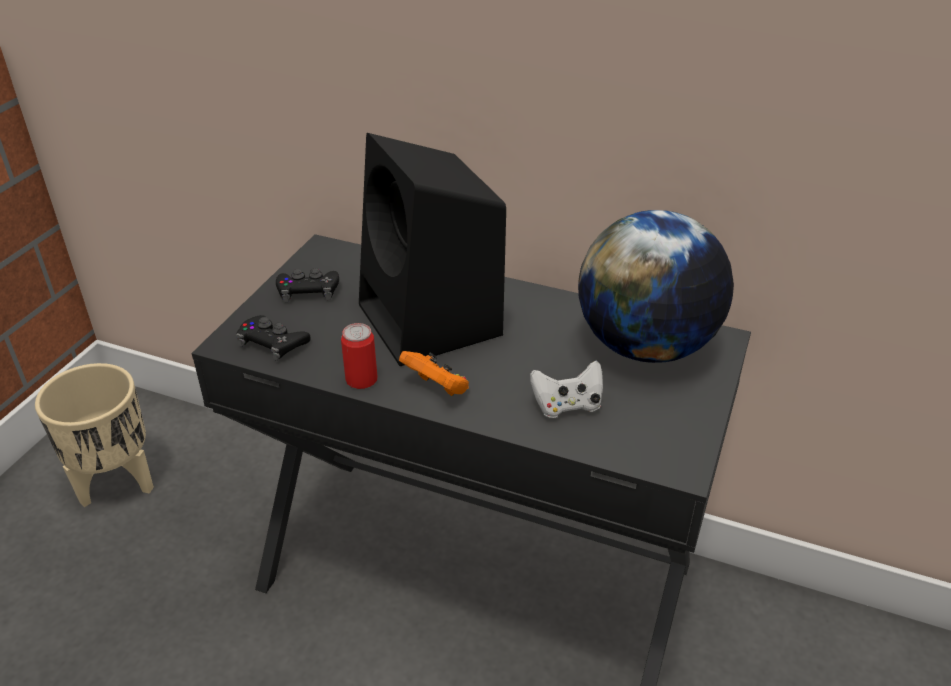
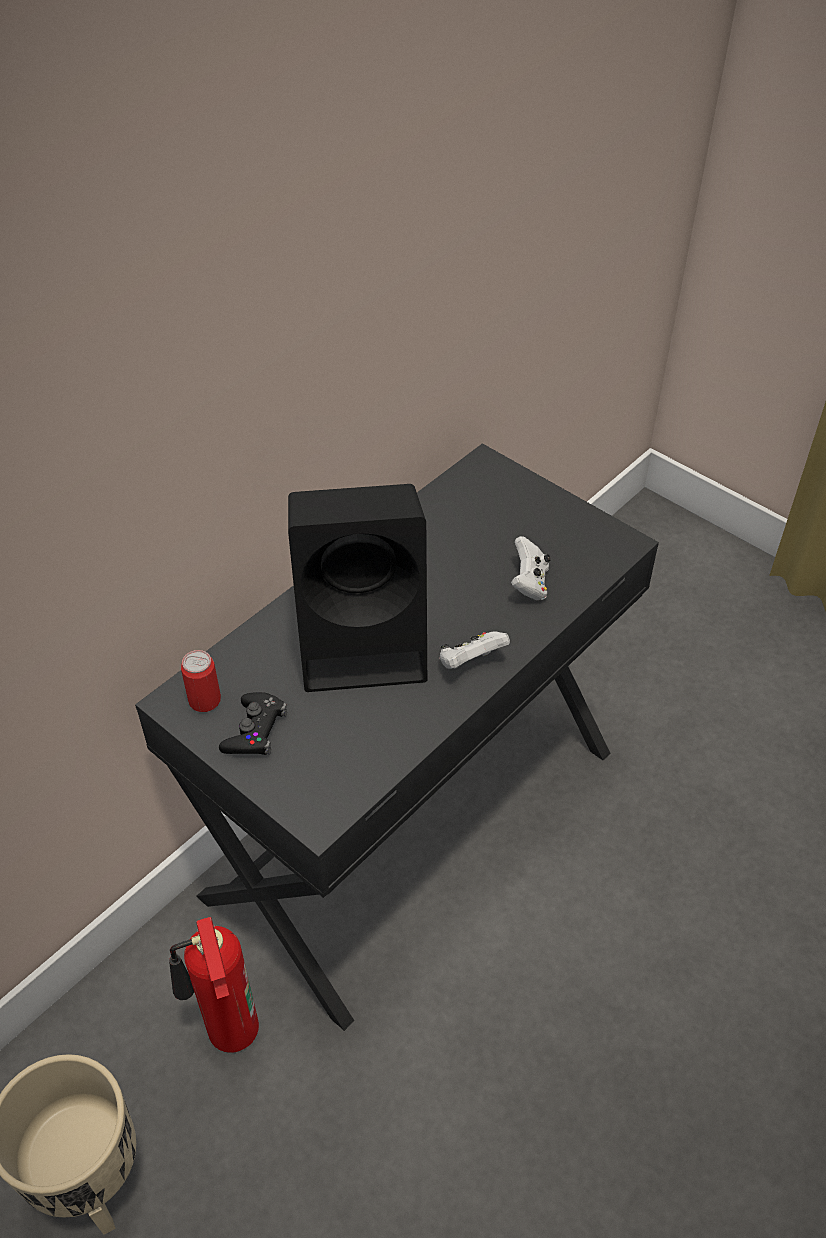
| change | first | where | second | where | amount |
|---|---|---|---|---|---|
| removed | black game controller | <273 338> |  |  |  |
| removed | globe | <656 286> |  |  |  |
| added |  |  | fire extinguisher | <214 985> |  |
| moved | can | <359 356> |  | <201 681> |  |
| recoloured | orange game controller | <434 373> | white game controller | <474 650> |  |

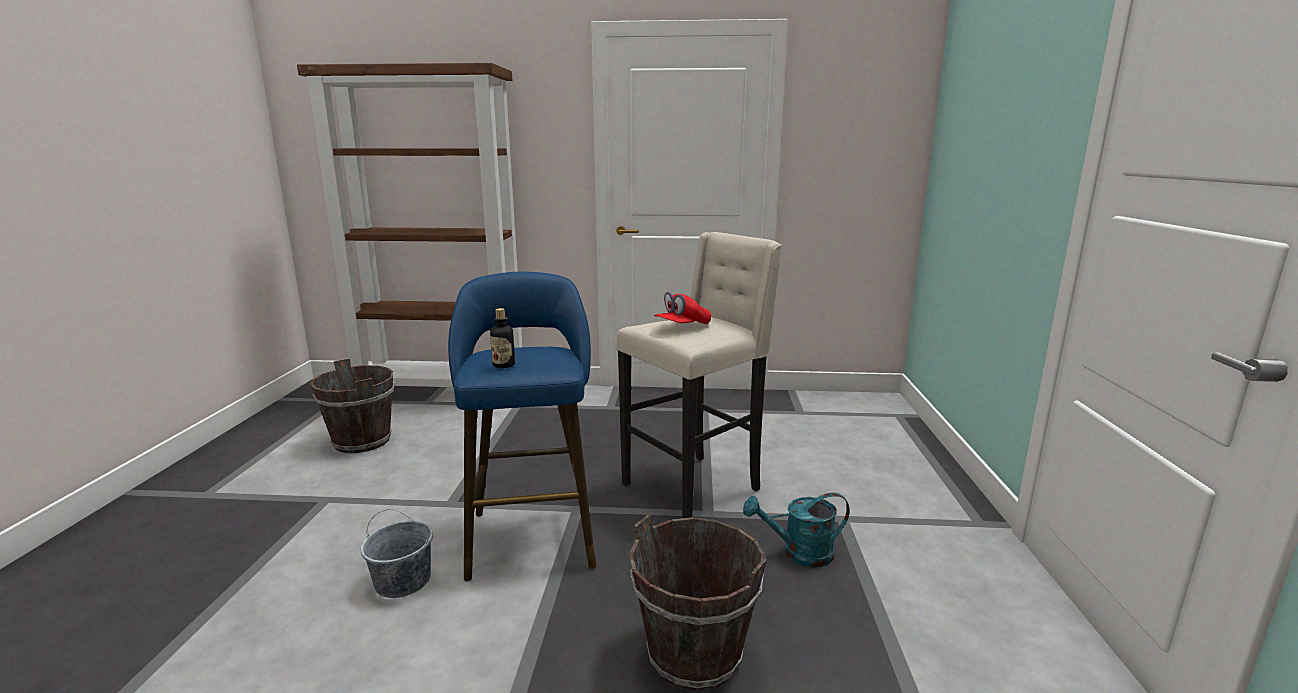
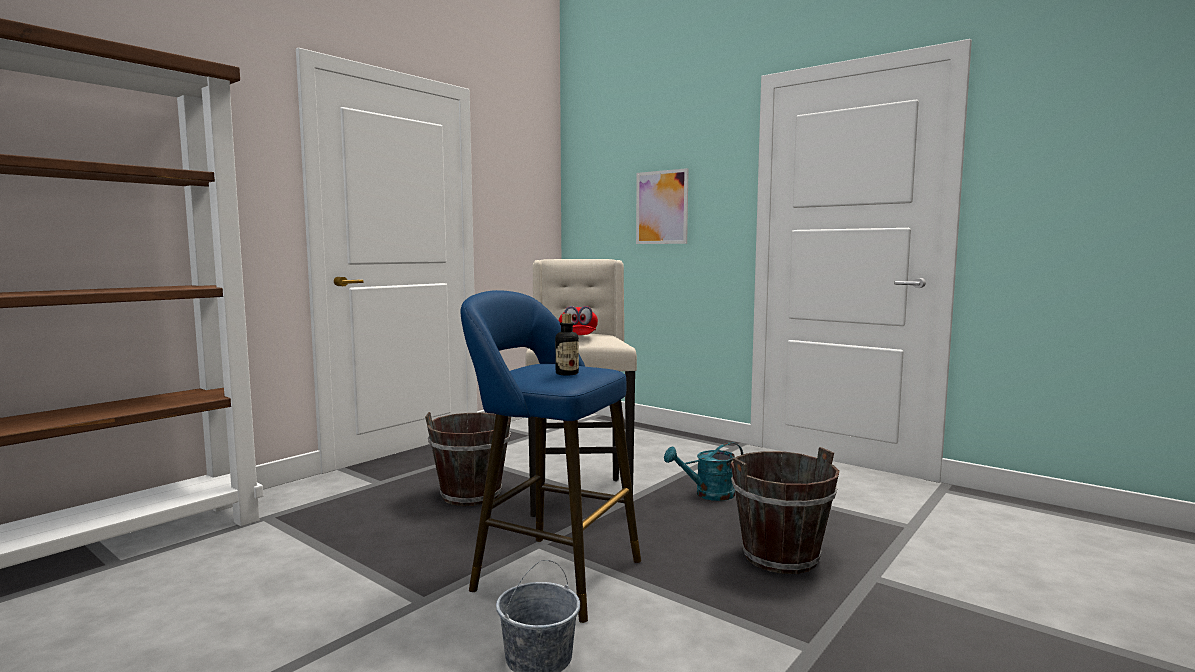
| change | first | where | second | where | amount |
|---|---|---|---|---|---|
| added |  |  | picture | <662 206> |  |
| moved | brown bucket | <352 406> |  | <468 459> |  |
| turned | turquoise watering can | <796 530> |  | <703 471> | 45 degrees clockwise |

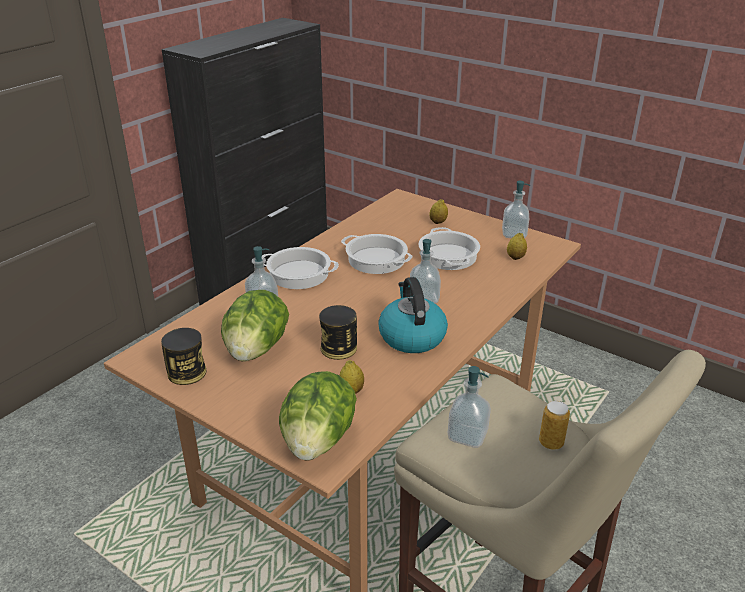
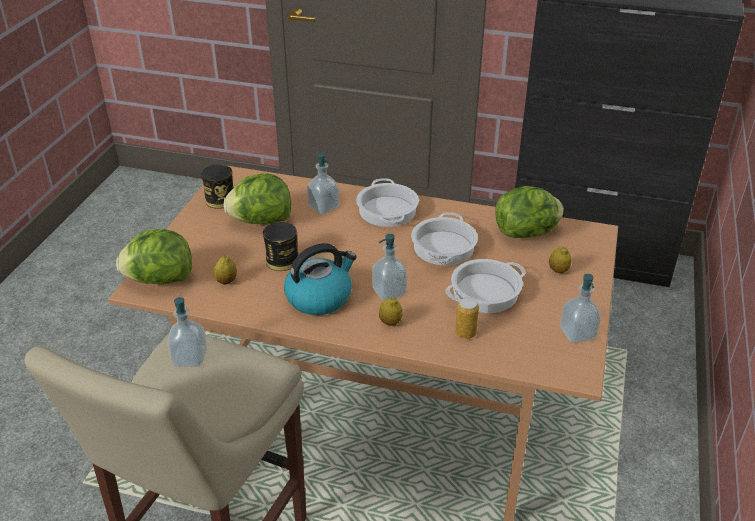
| change | first | where | second | where | amount |
|---|---|---|---|---|---|
| added |  |  | lettuce | <529 212> |  |
| moved | lemon | <517 246> |  | <391 311> |  |
| moved | can | <554 425> |  | <467 318> |  |

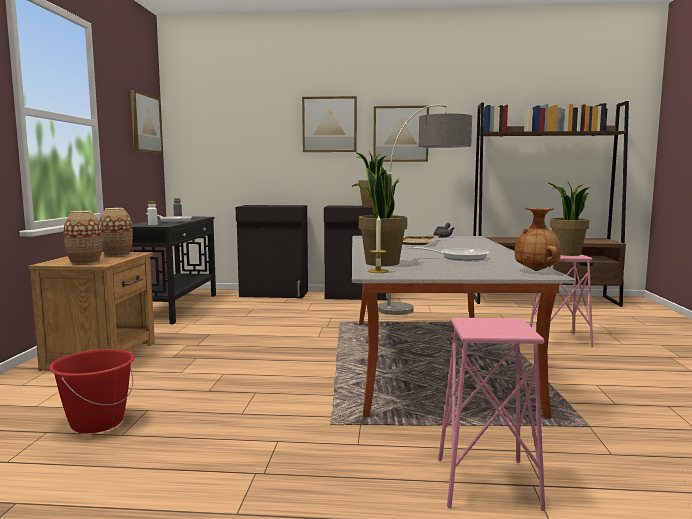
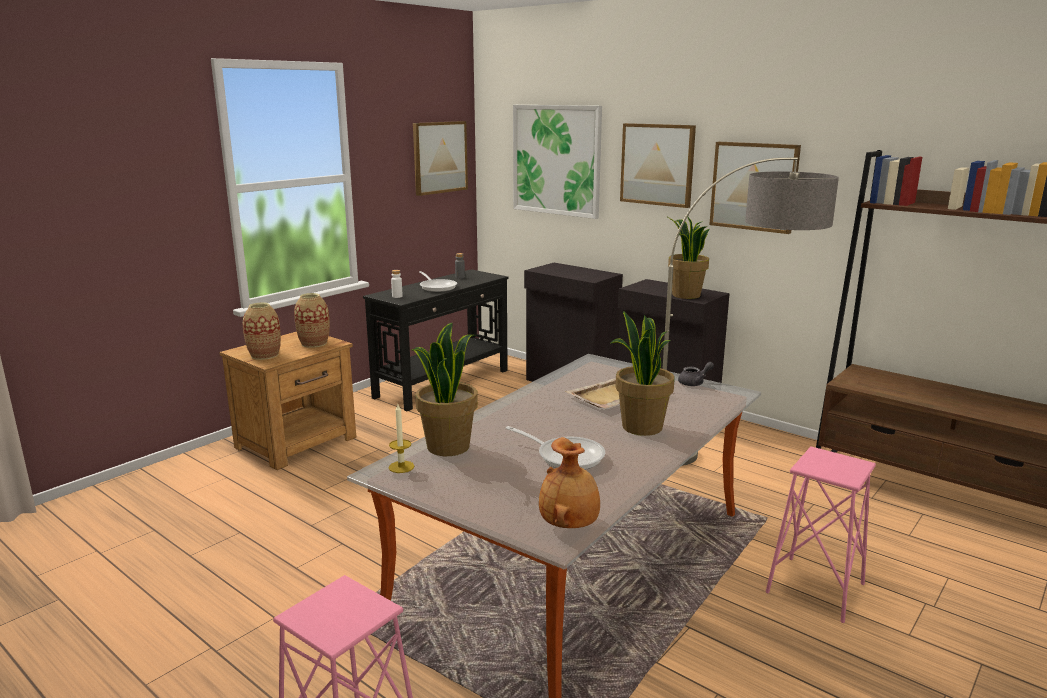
| change | first | where | second | where | amount |
|---|---|---|---|---|---|
| removed | red bucket | <91 391> |  |  |  |
| added |  |  | picture | <557 162> |  |
| moved | potted plant | <568 218> |  | <642 373> |  |

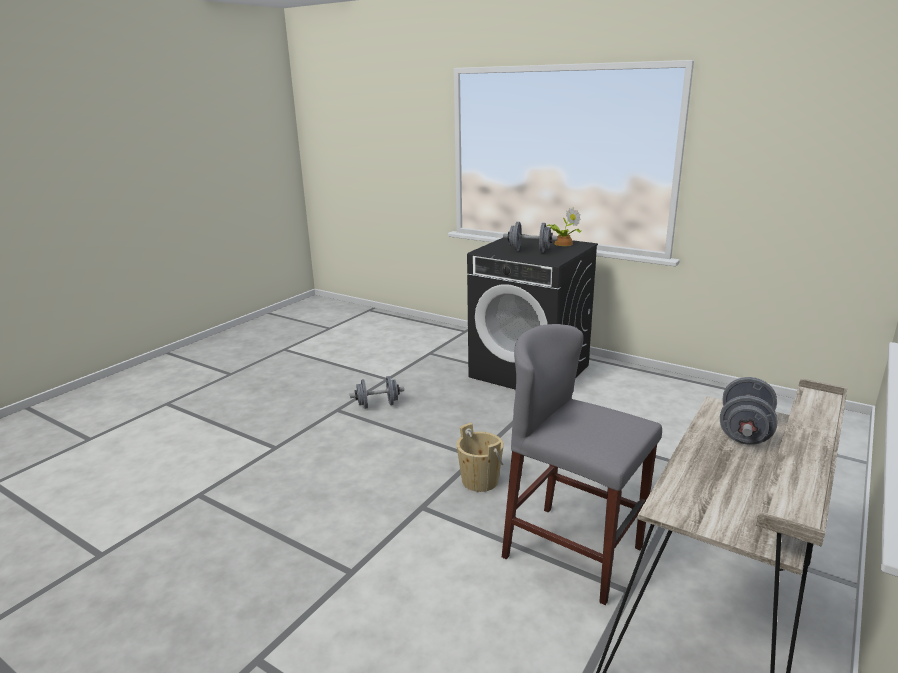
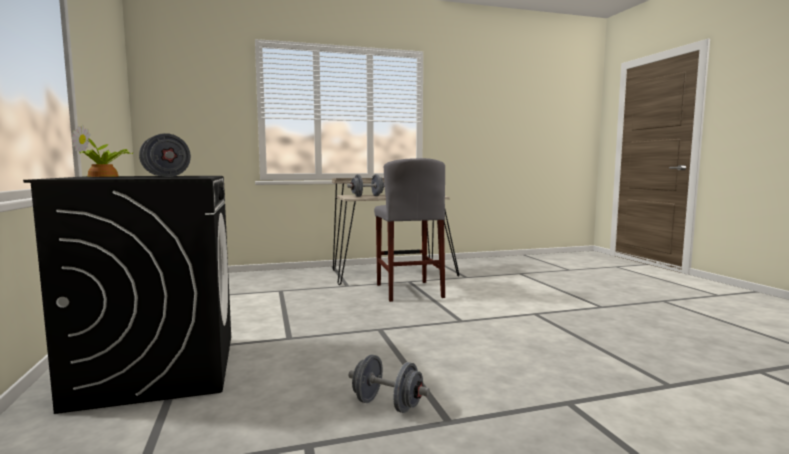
| change | first | where | second | where | amount |
|---|---|---|---|---|---|
| removed | beige bucket | <480 457> |  |  |  |

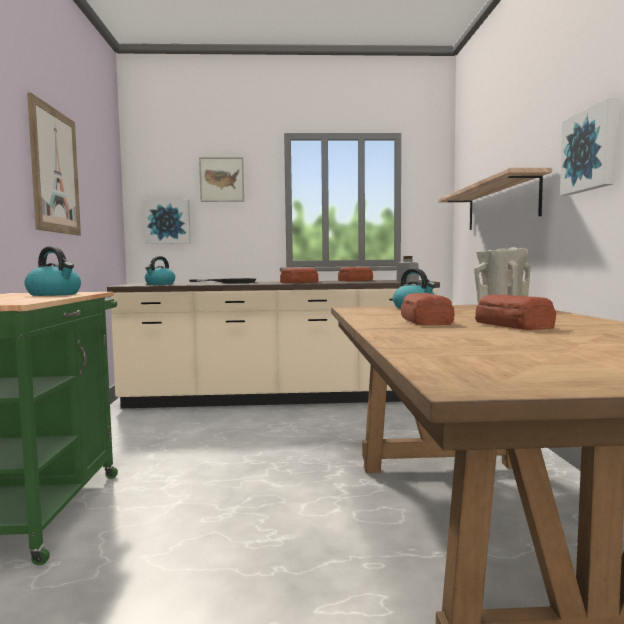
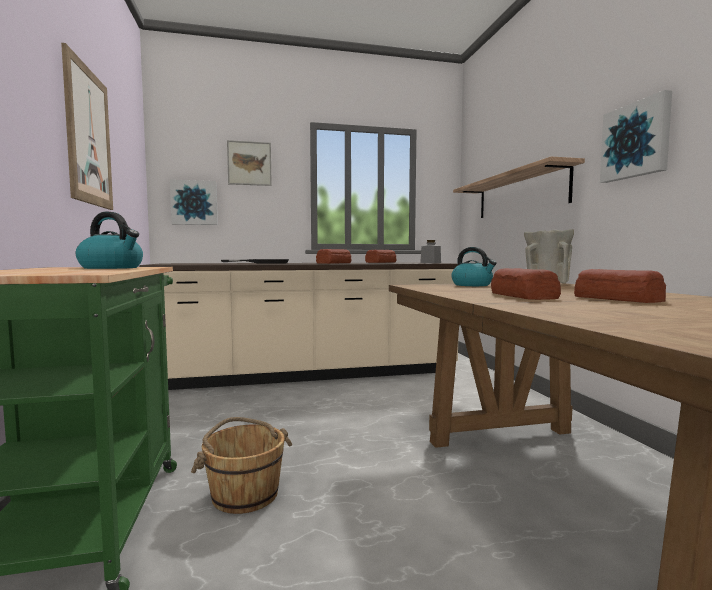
| change | first | where | second | where | amount |
|---|---|---|---|---|---|
| removed | kettle | <160 270> |  |  |  |
| added |  |  | brown bucket | <241 465> |  |

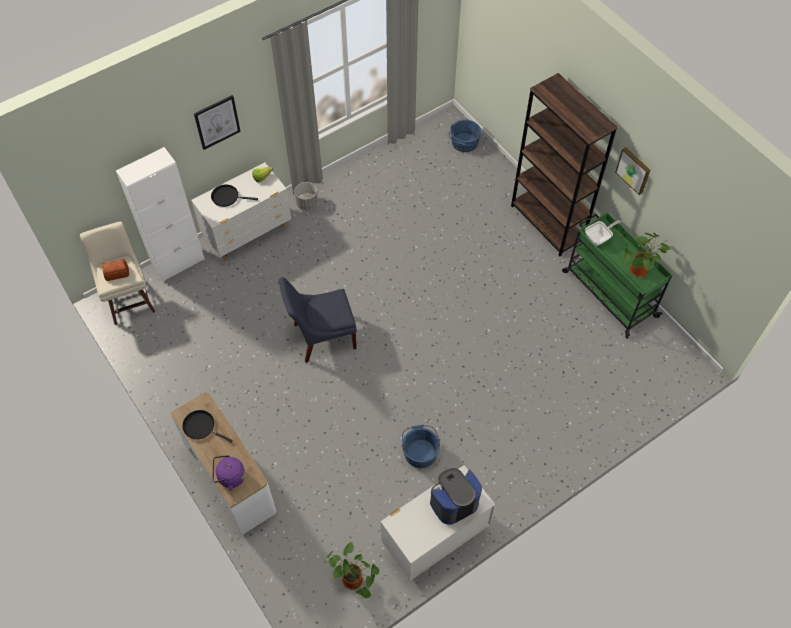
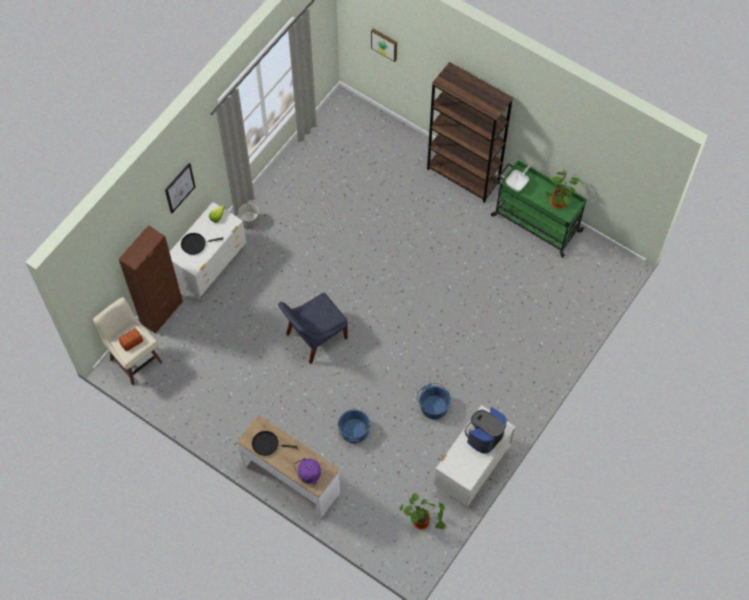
| change | first | where | second | where | amount |
|---|---|---|---|---|---|
| moved | blue bucket | <465 136> |  | <353 426> |  |
| moved | picture | <632 171> |  | <384 45> |  |
| recoloured | white cabinet | <160 214> | brown cabinet | <151 279> |  |

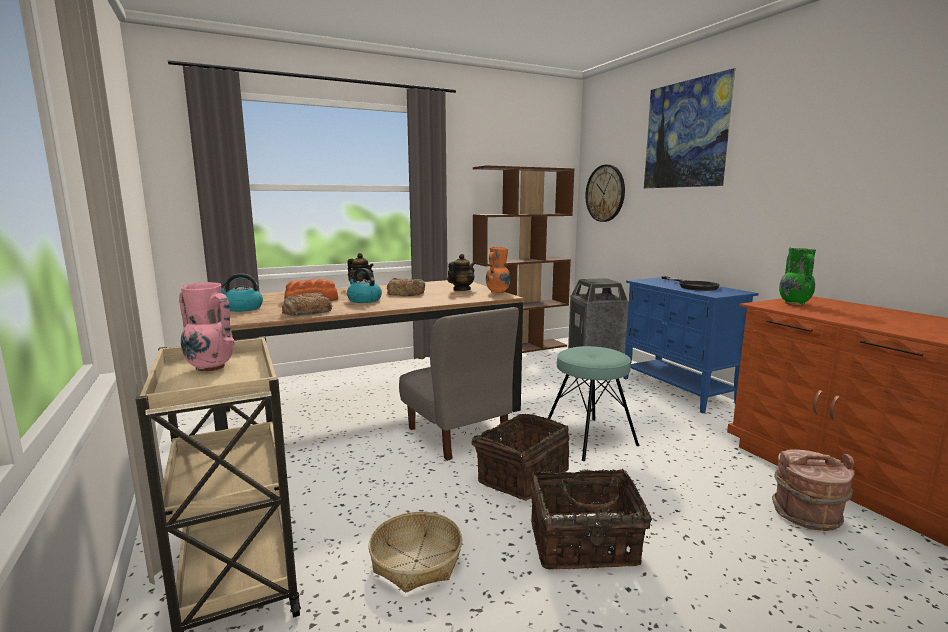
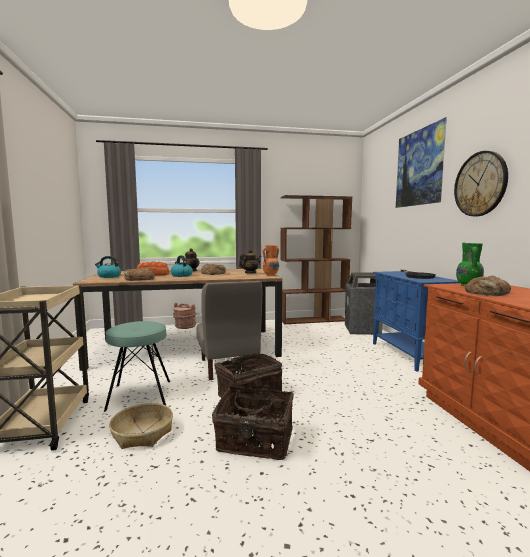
| change | first | where | second | where | amount |
|---|---|---|---|---|---|
| removed | pink vase | <206 327> |  |  |  |
| added |  |  | bread | <488 286> |  |
| moved | turquoise stool | <593 403> |  | <137 366> |  |
| moved | wall clock | <605 193> |  | <481 183> |  |
| moved | brown bucket | <813 490> |  | <184 316> |  |

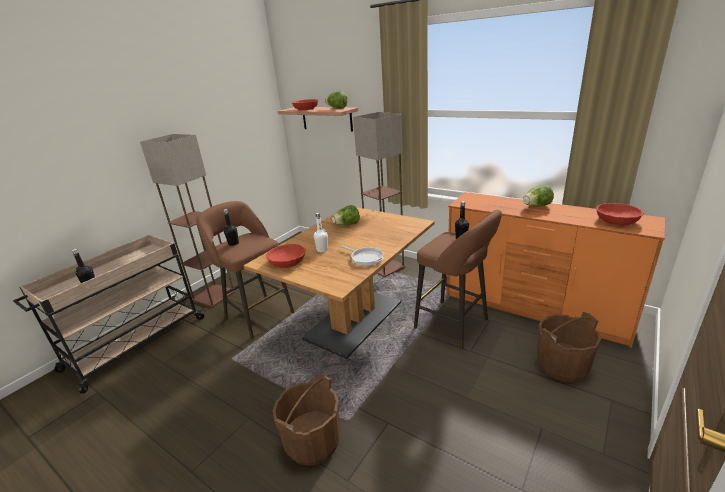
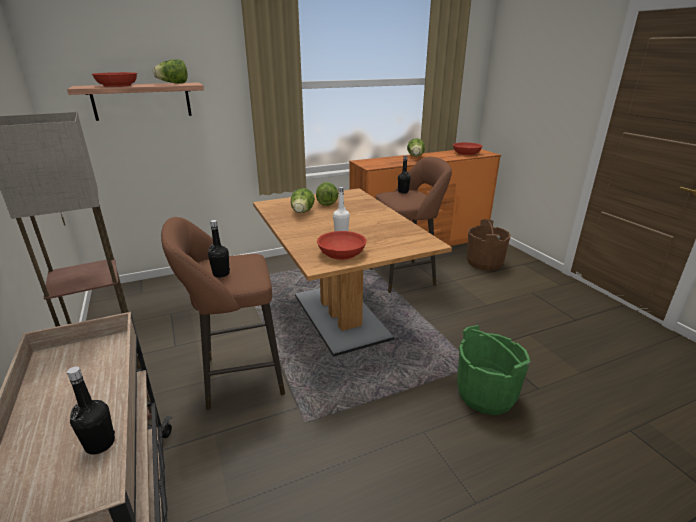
| change | first | where | second | where | amount |
|---|---|---|---|---|---|
| removed | frying pan | <361 255> |  |  |  |
| removed | floor lamp | <379 194> |  |  |  |
| added |  |  | lettuce | <327 194> |  |
| recoloured | brown bucket | <306 419> | green bucket | <494 370> |  |

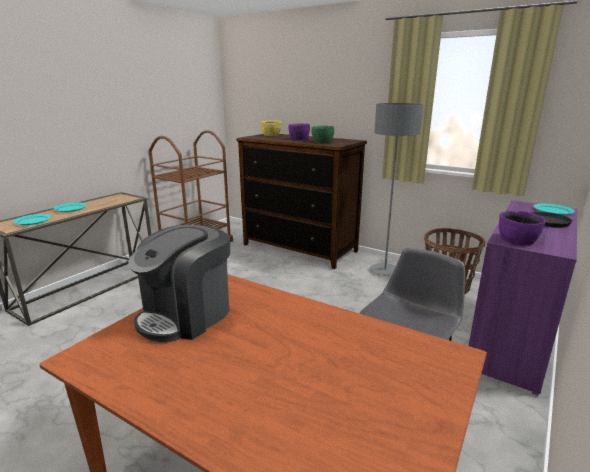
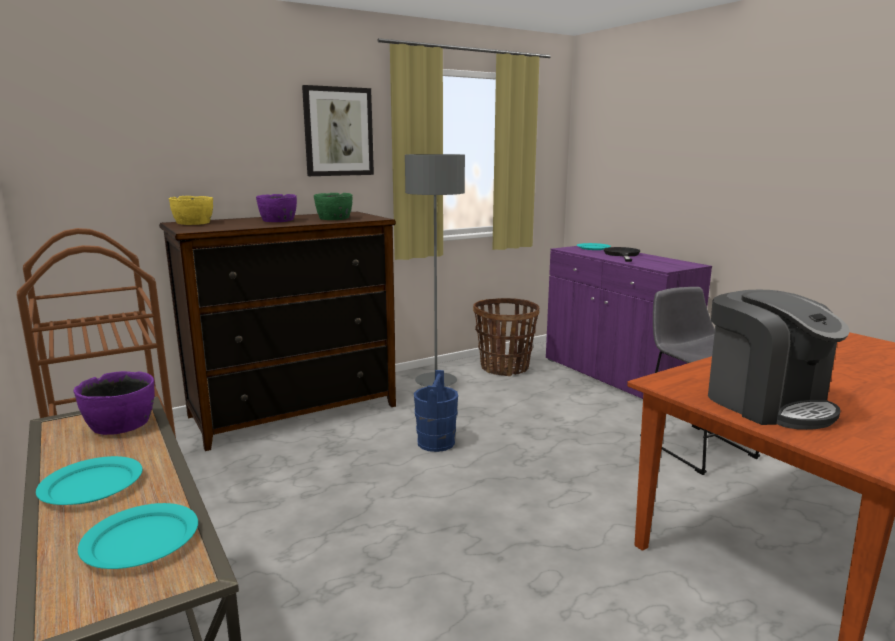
| change | first | where | second | where | amount |
|---|---|---|---|---|---|
| added |  |  | picture | <338 130> |  |
| added |  |  | blue bucket | <436 411> |  |
| moved | purple bowl | <522 228> |  | <114 403> |  |

